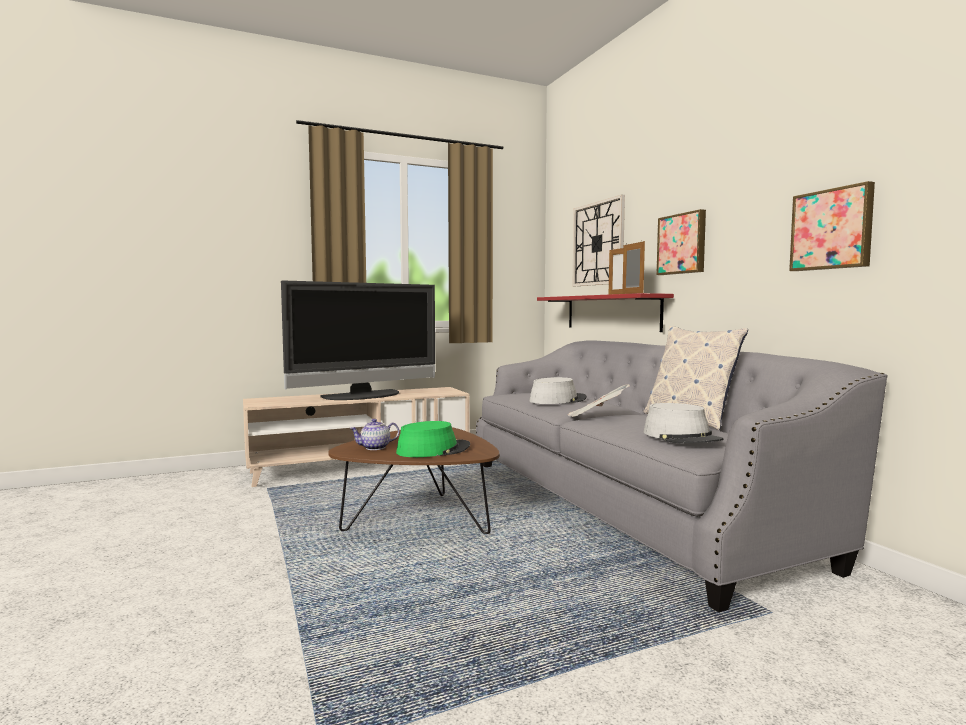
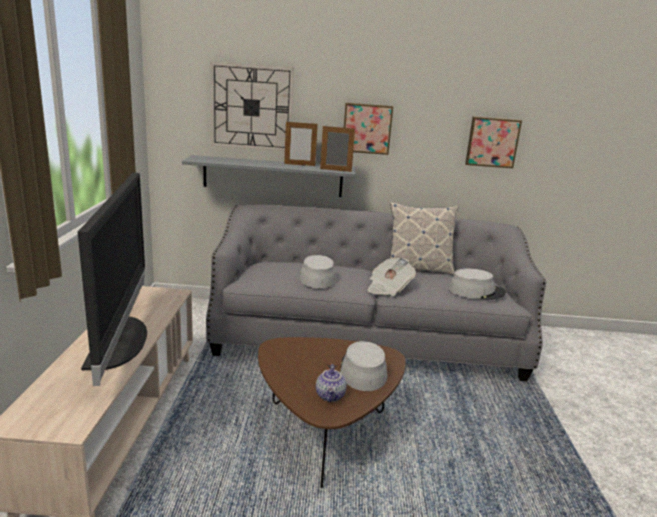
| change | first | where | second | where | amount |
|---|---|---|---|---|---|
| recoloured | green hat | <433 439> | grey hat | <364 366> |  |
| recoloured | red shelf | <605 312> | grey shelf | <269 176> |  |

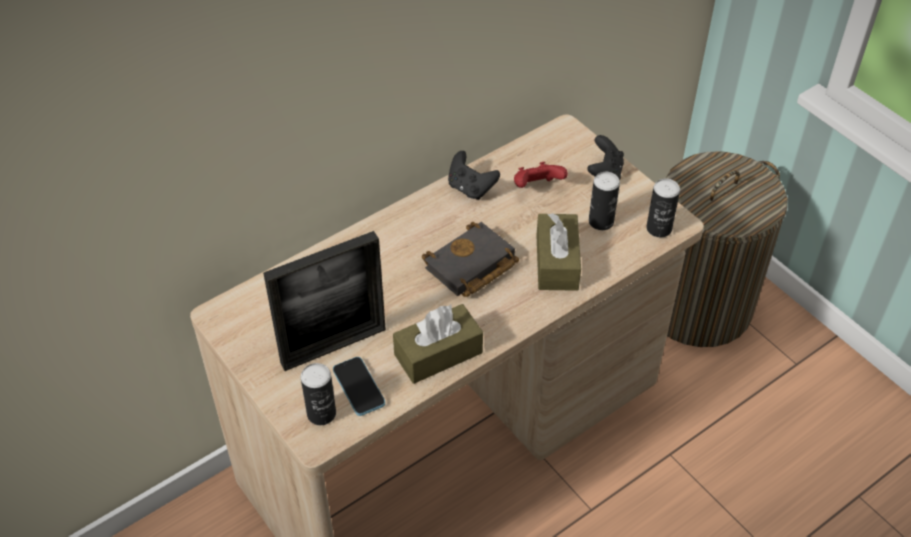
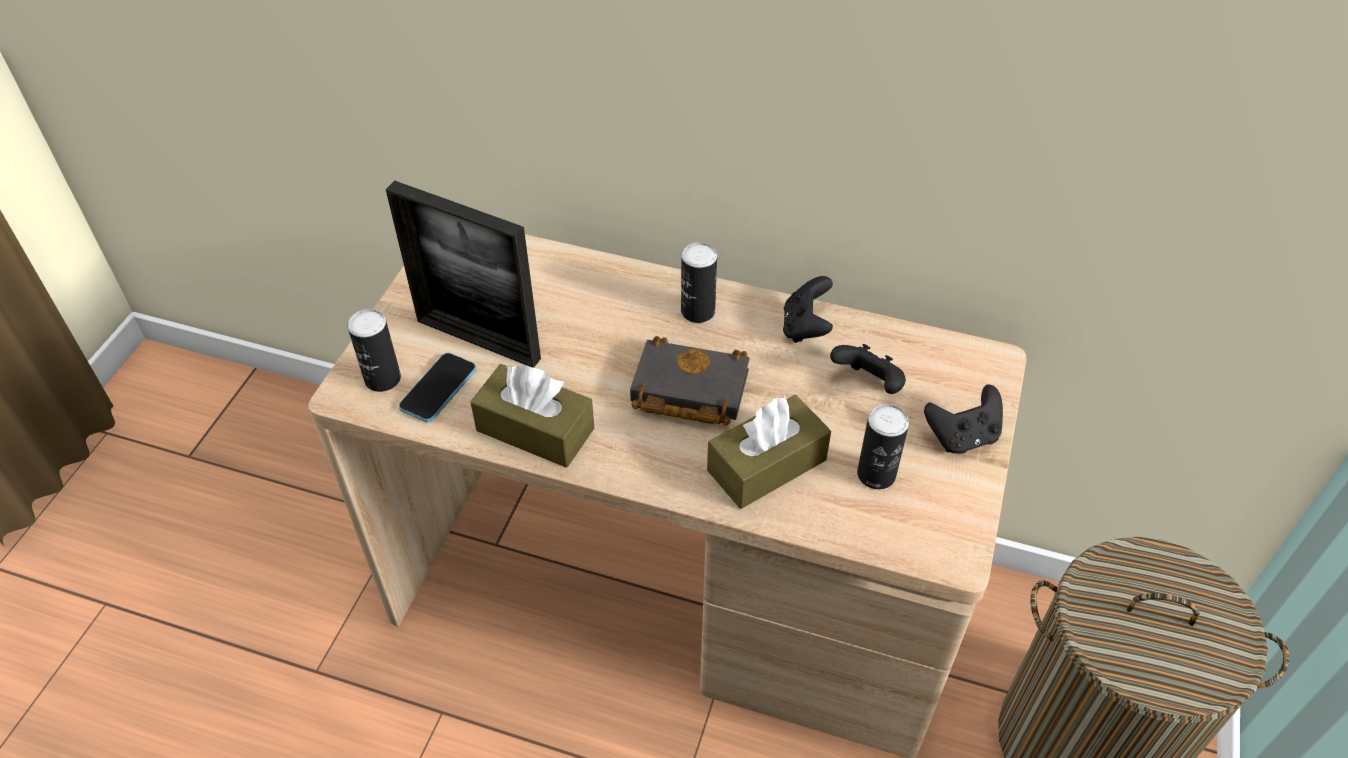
| change | first | where | second | where | amount |
|---|---|---|---|---|---|
| moved | can | <663 208> |  | <699 282> |  |
| recoloured | red game controller | <541 175> | black game controller | <868 369> |  |

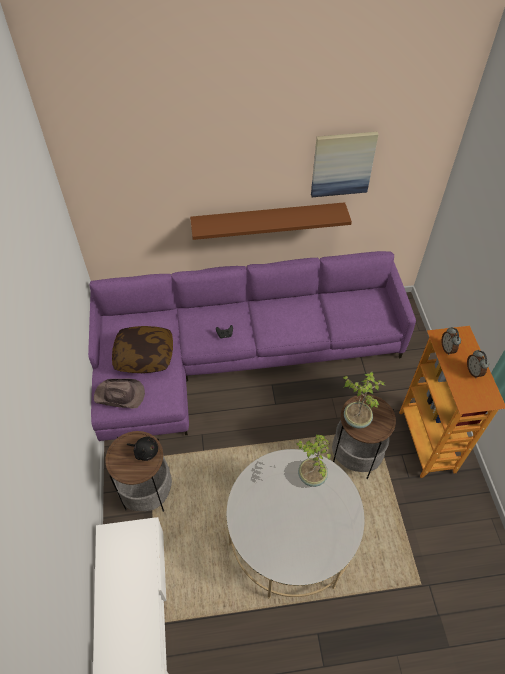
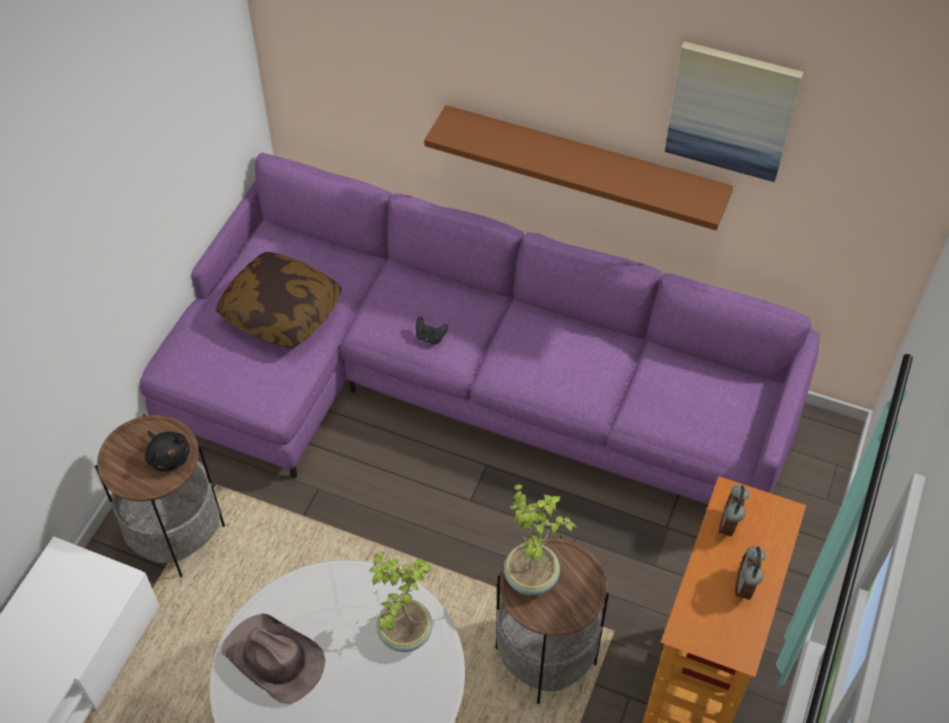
| change | first | where | second | where | amount |
|---|---|---|---|---|---|
| moved | brown hat | <119 394> |  | <274 658> |  |

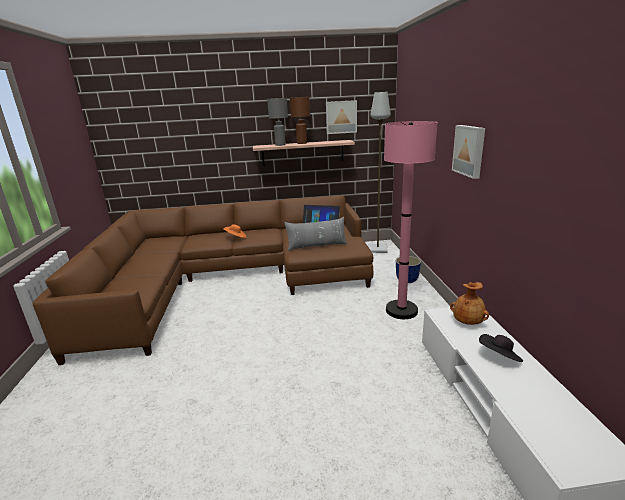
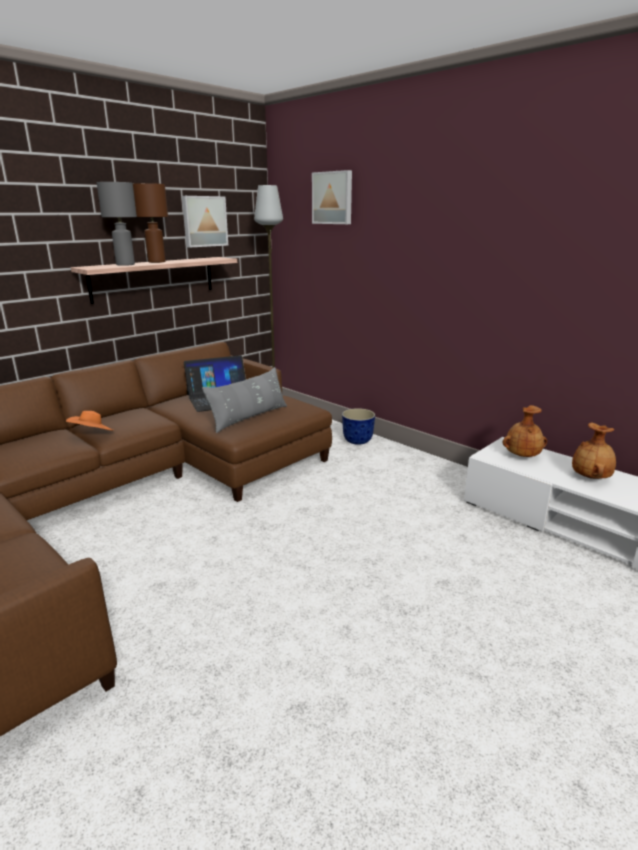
| change | first | where | second | where | amount |
|---|---|---|---|---|---|
| removed | pink floor lamp | <411 220> |  |  |  |
| moved | picture | <468 152> |  | <332 197> |  |
| replaced | black hat | <501 348> | brown vase | <594 451> |  |

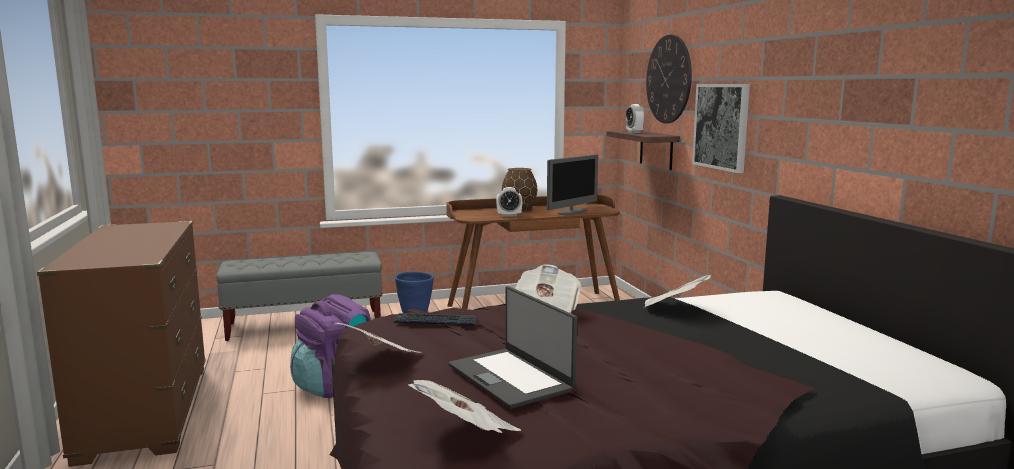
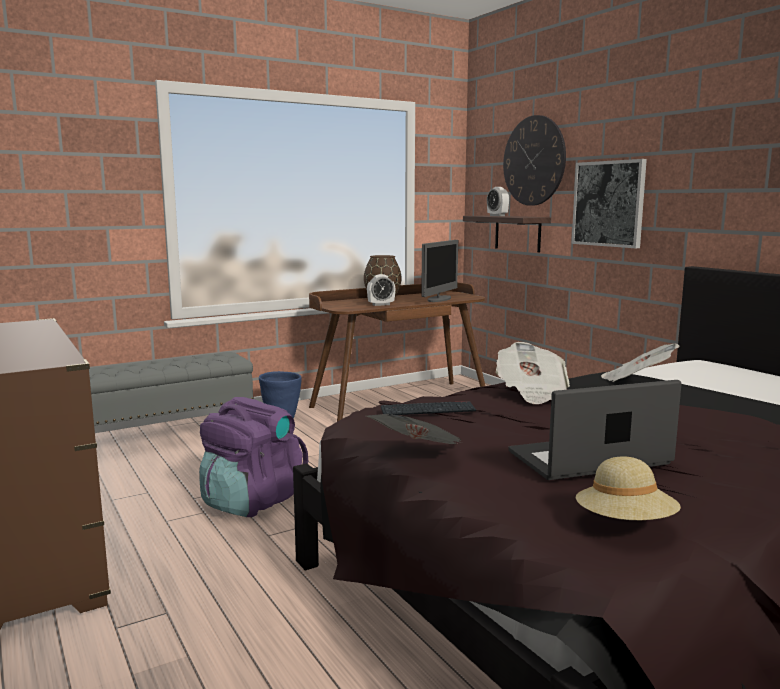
| change | first | where | second | where | amount |
|---|---|---|---|---|---|
| replaced | newspaper | <464 406> | beige hat | <628 488> |  |
| turned | laptop | <513 347> |  | <595 430> | 120 degrees clockwise |

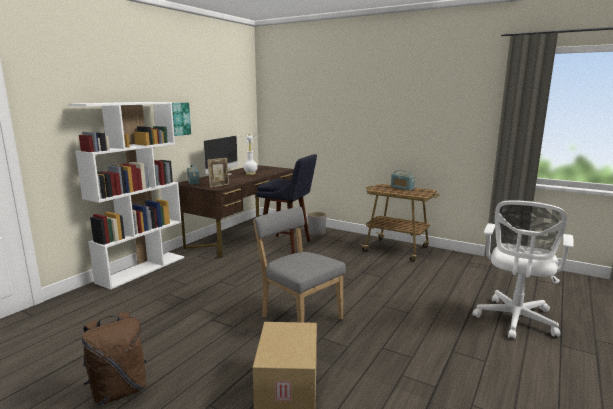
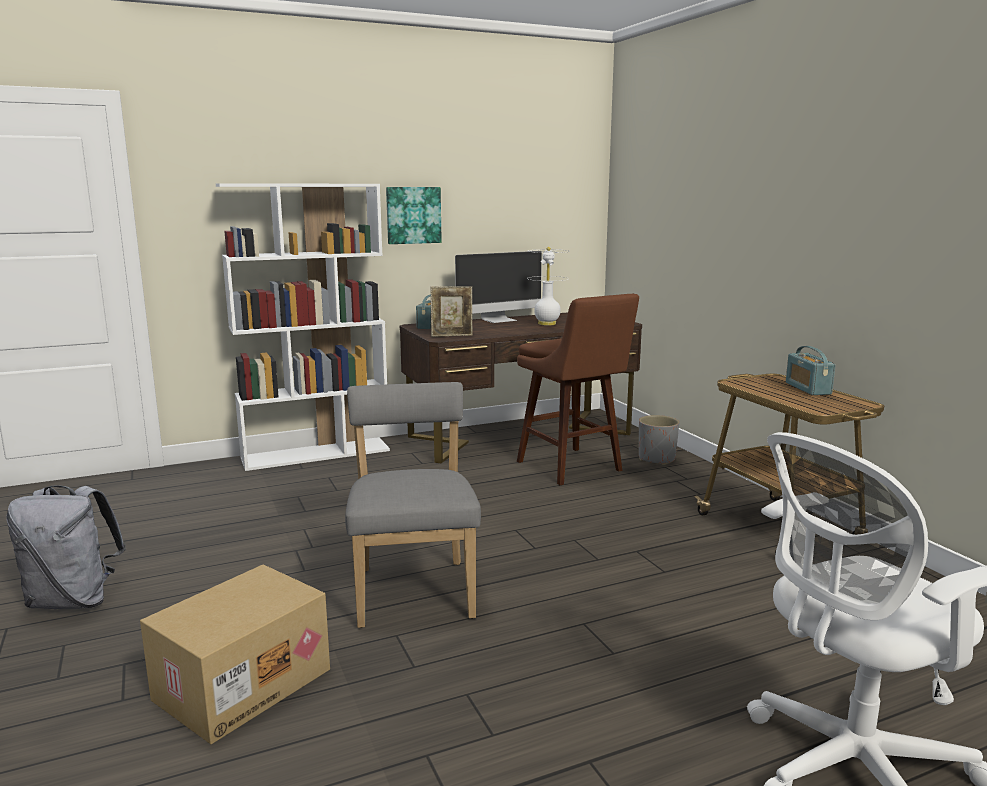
| change | first | where | second | where | amount |
|---|---|---|---|---|---|
| recoloured | brown backpack | <114 358> | grey backpack | <66 547> |  |
| recoloured | blue stool | <286 204> | brown stool | <578 389> |  |

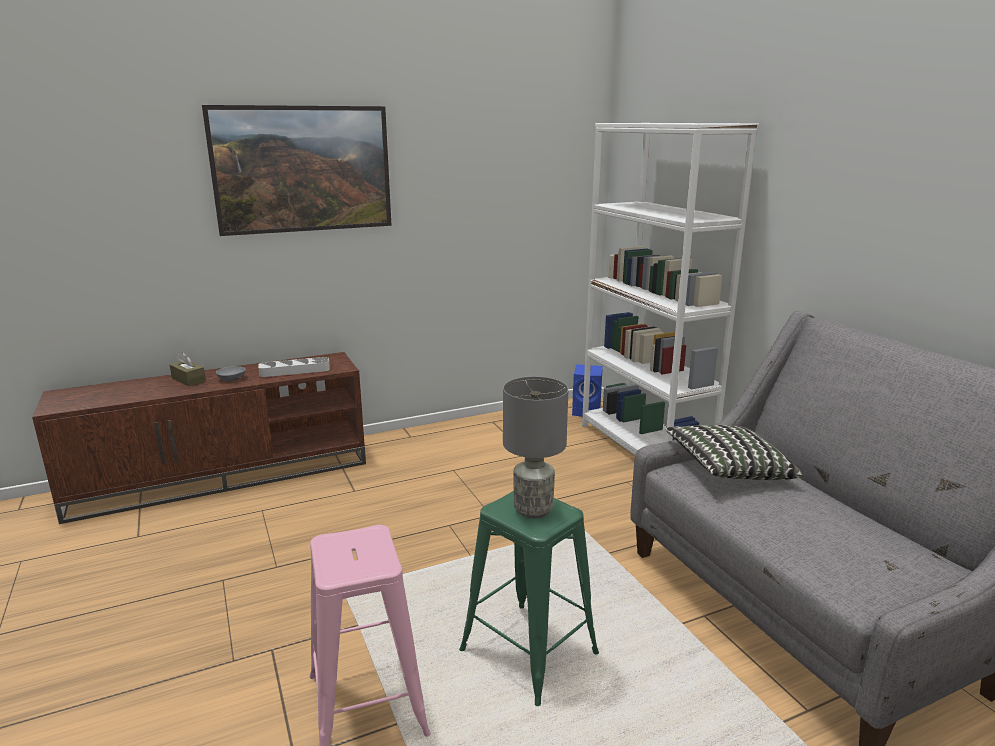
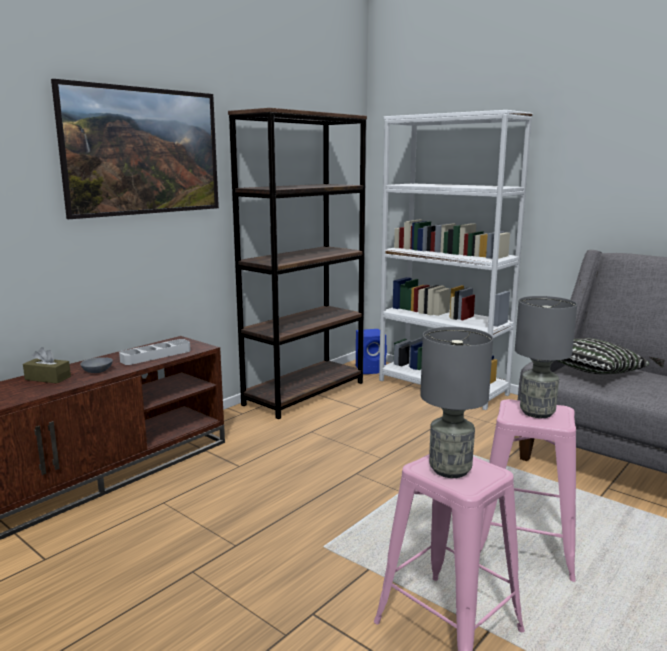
| change | first | where | second | where | amount |
|---|---|---|---|---|---|
| added |  |  | brown bookcase | <297 263> |  |
| added |  |  | grey table lamp | <456 402> |  |
| recoloured | green stool | <529 598> | pink stool | <528 490> |  |

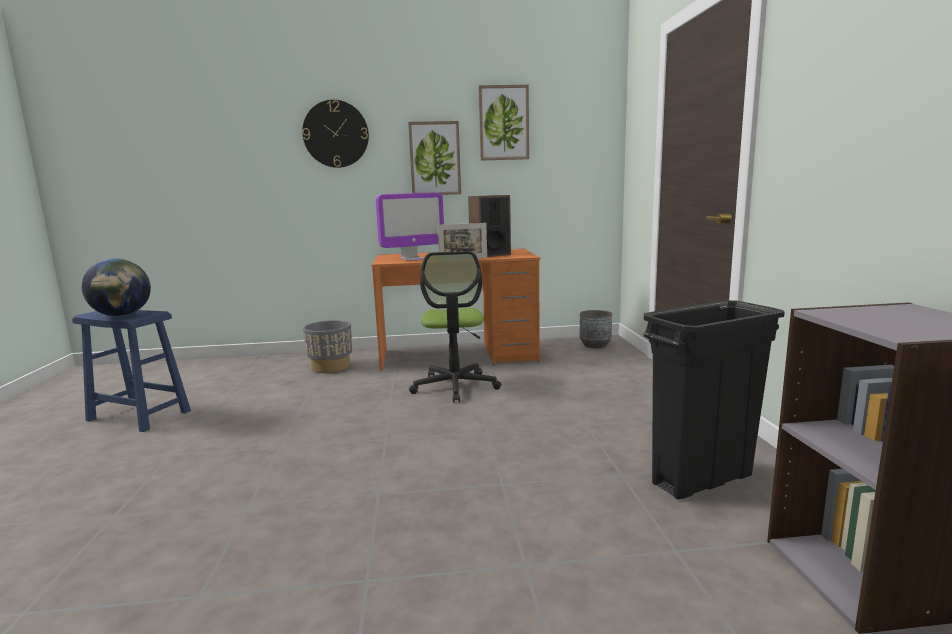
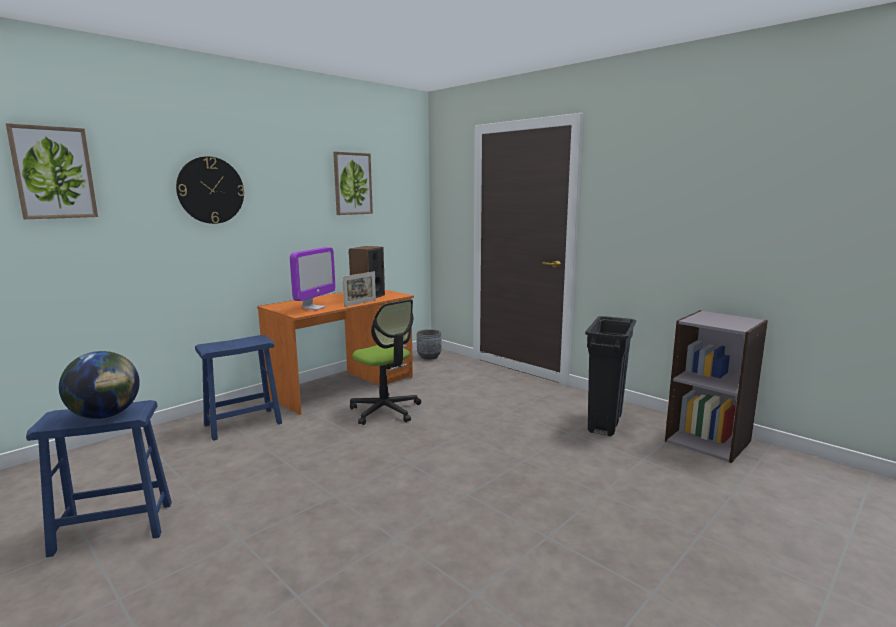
| change | first | where | second | where | amount |
|---|---|---|---|---|---|
| moved | picture | <434 158> |  | <52 171> |  |
| replaced | grey planter | <327 346> | blue stool | <238 388> |  |

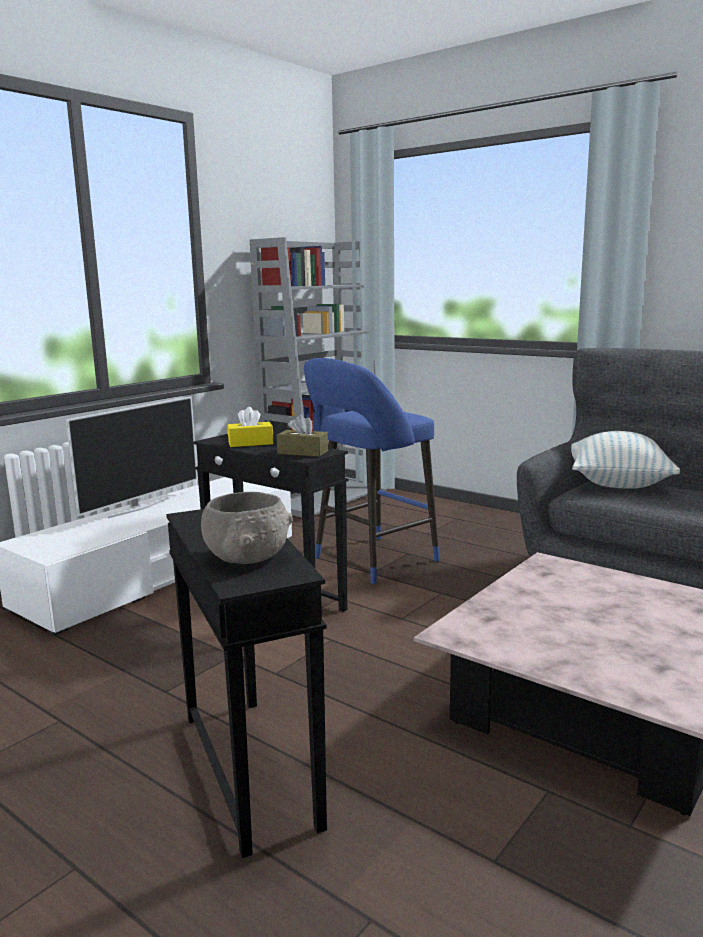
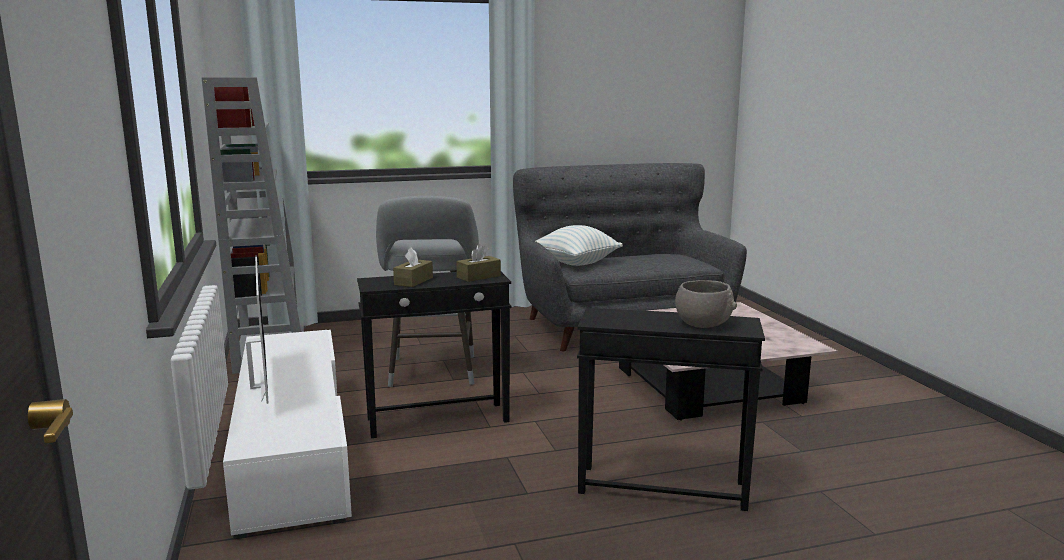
| change | first | where | second | where | amount |
|---|---|---|---|---|---|
| recoloured | yellow tissue box | <250 427> | brown tissue box | <413 267> |  |
| recoloured | blue stool | <372 471> | grey stool | <427 291> |  |

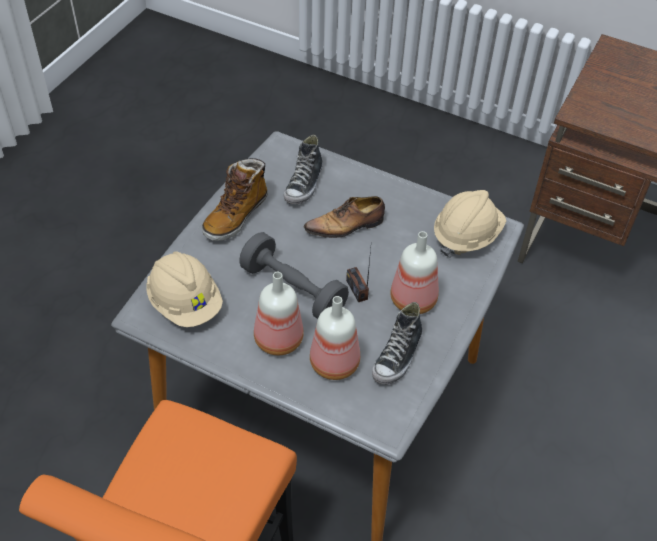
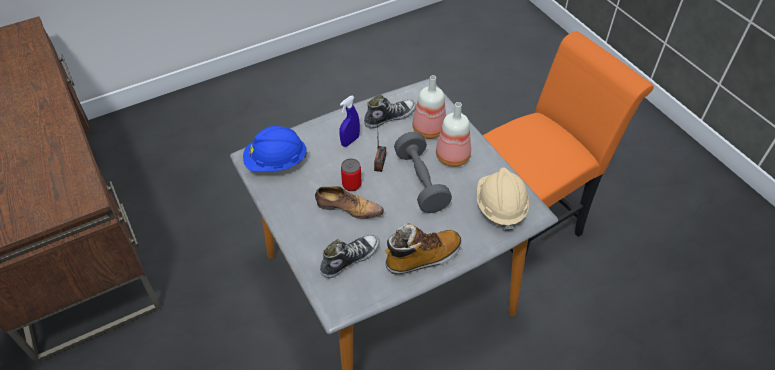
| change | first | where | second | where | amount |
|---|---|---|---|---|---|
| added |  |  | can | <351 174> |  |
| replaced | bottle | <414 272> | blue spray bottle | <349 121> |  |
| recoloured | beige hard hat | <470 223> | blue hard hat | <275 149> |  |

